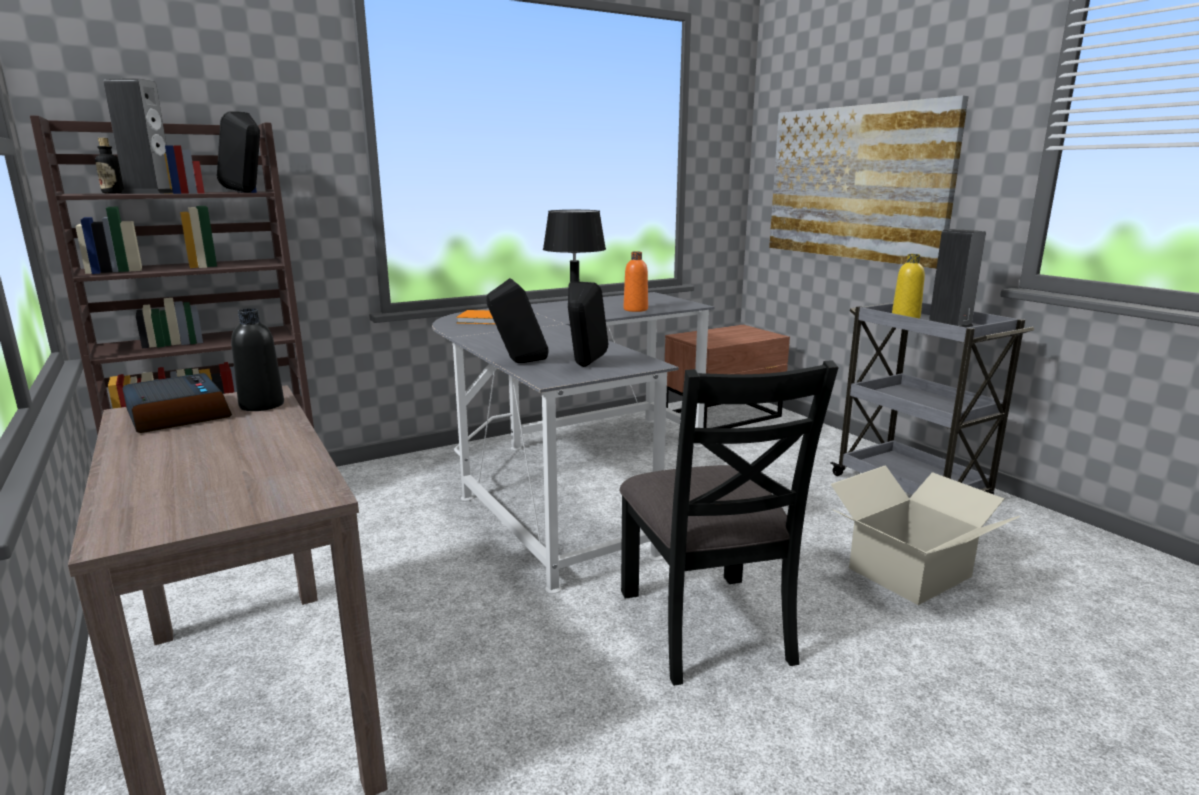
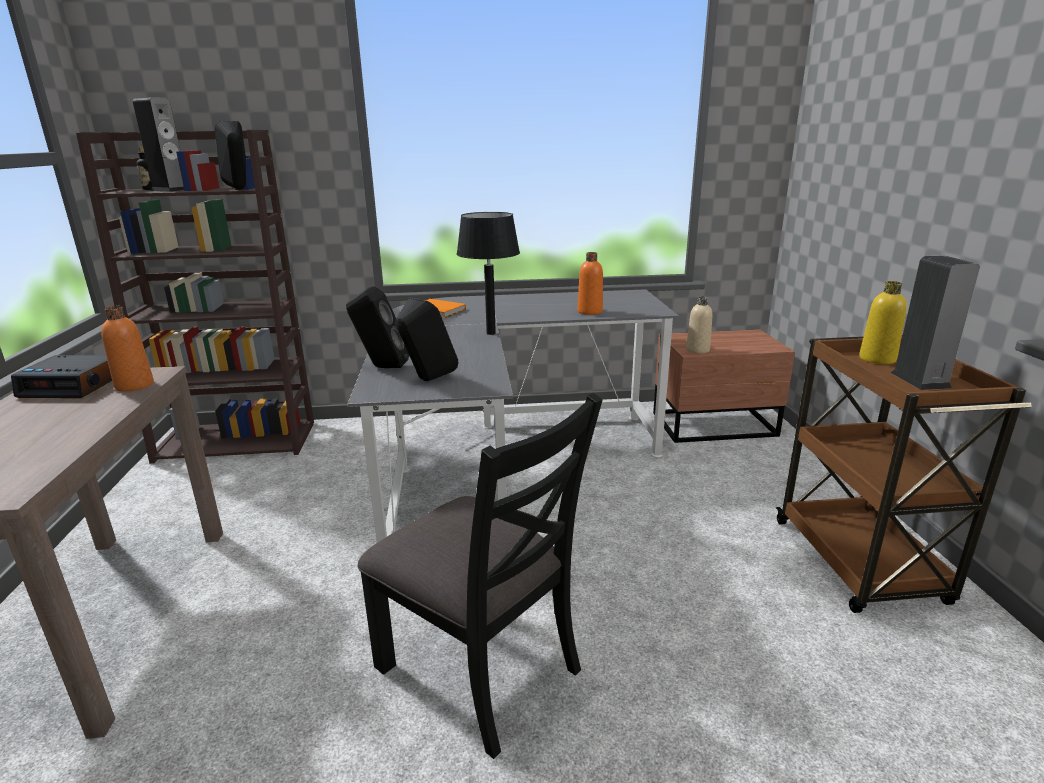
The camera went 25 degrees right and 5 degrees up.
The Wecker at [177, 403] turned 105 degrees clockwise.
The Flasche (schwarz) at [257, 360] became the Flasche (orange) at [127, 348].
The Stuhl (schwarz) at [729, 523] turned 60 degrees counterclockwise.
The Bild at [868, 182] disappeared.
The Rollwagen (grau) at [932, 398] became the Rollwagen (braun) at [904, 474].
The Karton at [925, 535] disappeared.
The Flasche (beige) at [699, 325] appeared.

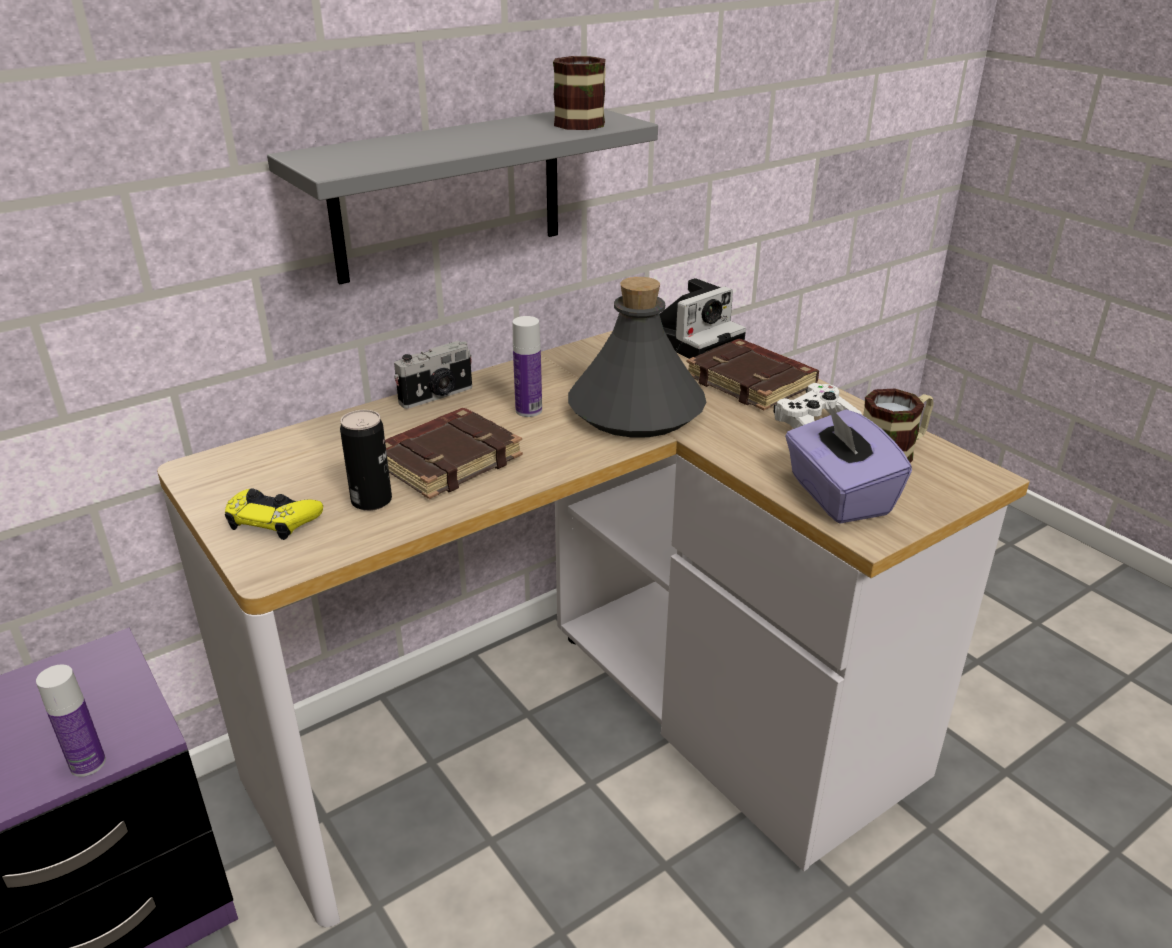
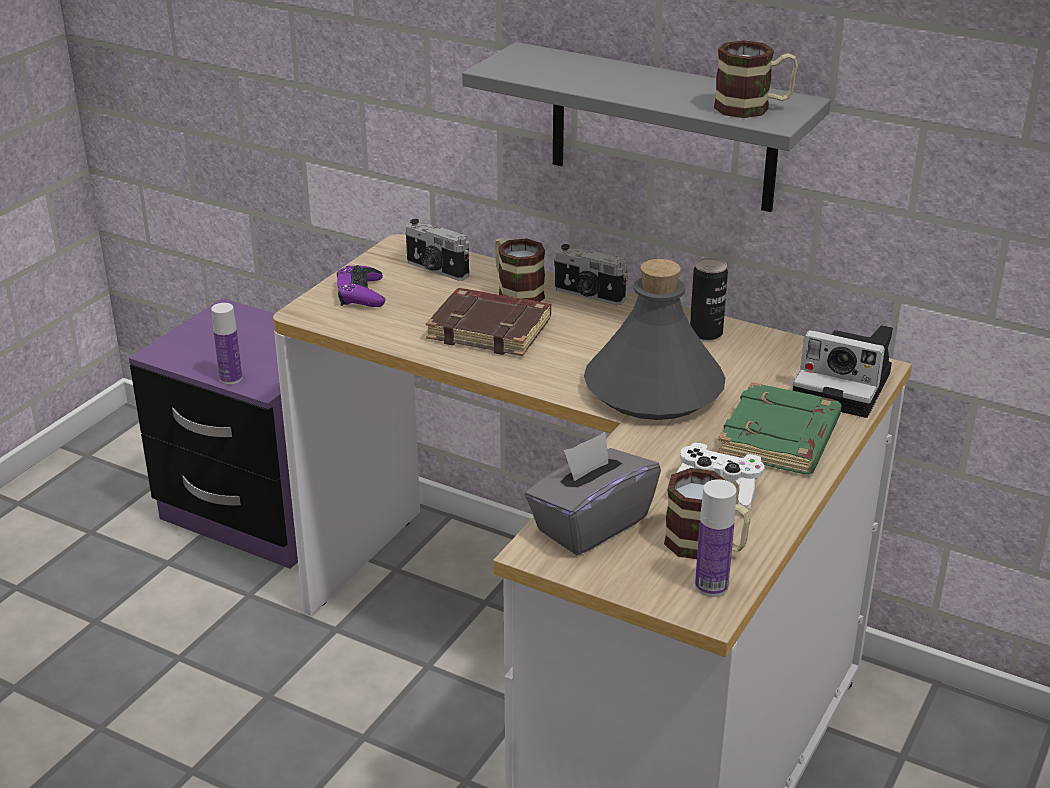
The camera went 65 degrees right and 0 degrees up.
The Gamepad (gelb) at [274, 514] became the Gamepad (lila) at [361, 286].
The Dose moved from [366, 460] to [709, 299].
The Flasche moved from [527, 366] to [716, 538].
The Buch (braun) at [752, 374] became the Buch (grün) at [780, 428].
The Taschentuchbox (lila) at [848, 464] became the Taschentuchbox (grau) at [592, 493].
The Kamera at [437, 250] appeared.
The Henkelbecher at [520, 270] appeared.

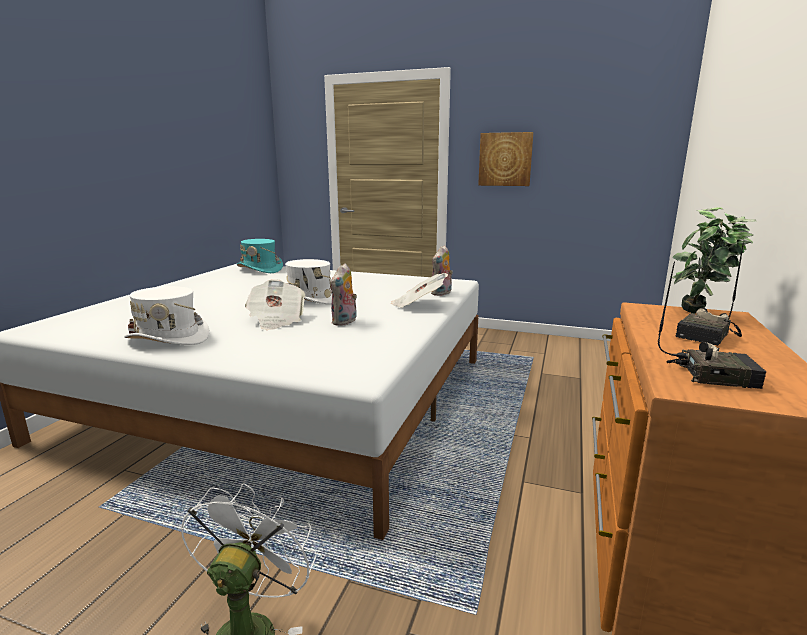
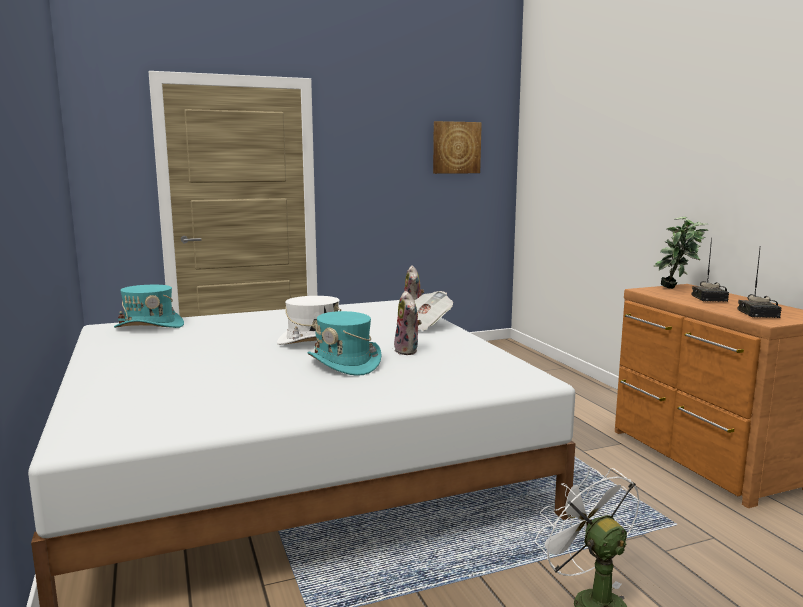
The camera went 40 degrees left and 5 degrees down.
The Hut (weiß) at [167, 315] disappeared.
The Zeitung at [275, 304] was replaced by the Hut (türkis) at [345, 343].
The Bild moved from [505, 159] to [457, 147].
The Radio at [712, 325] turned 120 degrees clockwise.

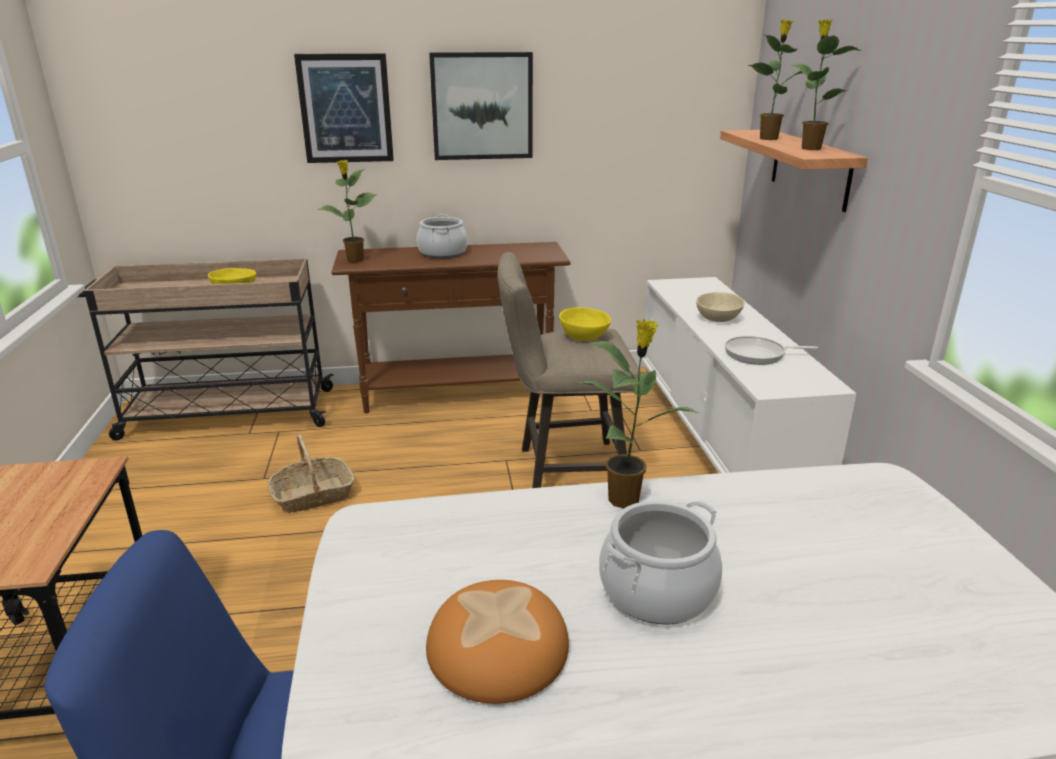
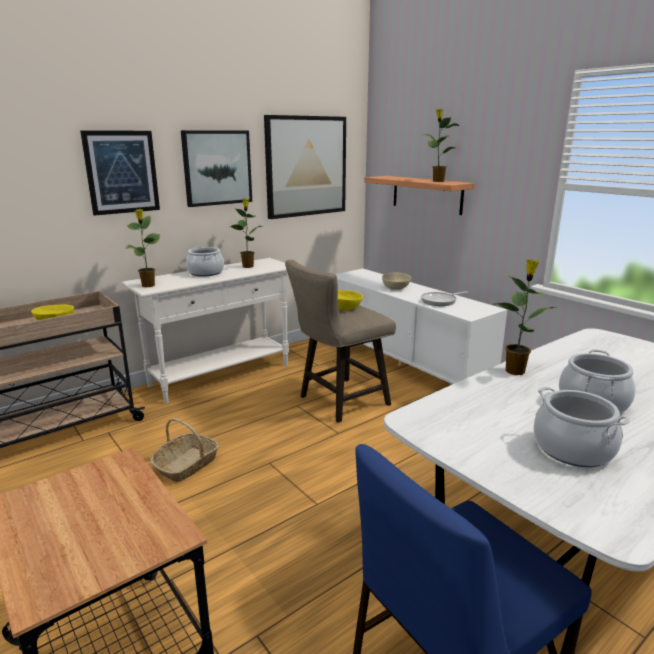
The camera went 30 degrees left and 5 degrees down.
The Konsolentisch (braun) at [451, 327] became the Konsolentisch (weiß) at [205, 330].
The Brot at [497, 642] was replaced by the Kochtopf at [581, 427].
The Topfpflanze moved from [775, 80] to [245, 233].
The Bild at [305, 167] appeared.

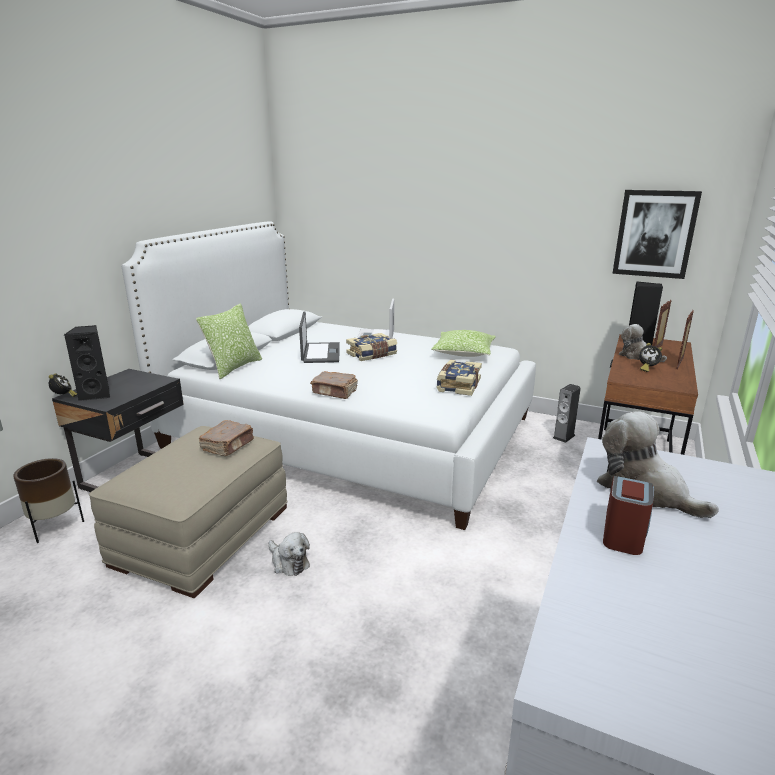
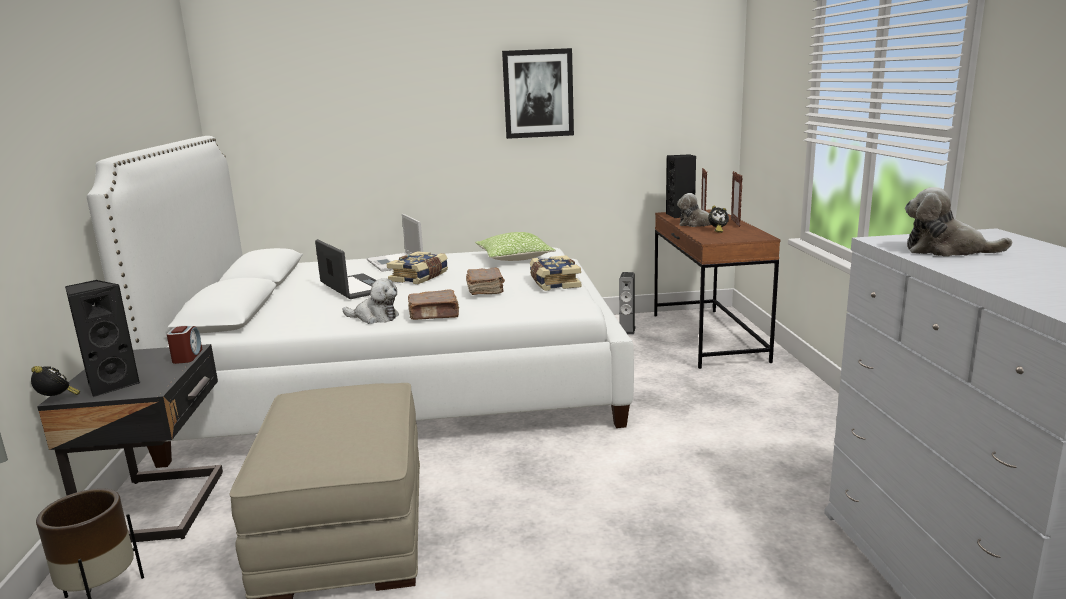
The camera went 30 degrees left and 5 degrees down.
The Kissen at [229, 341] disappeared.
The Buch (braun) moved from [226, 438] to [485, 281].
The Plüschtier moved from [289, 554] to [370, 301].
The Wecker moved from [628, 515] to [184, 345].
The Bild moved from [657, 234] to [538, 93].

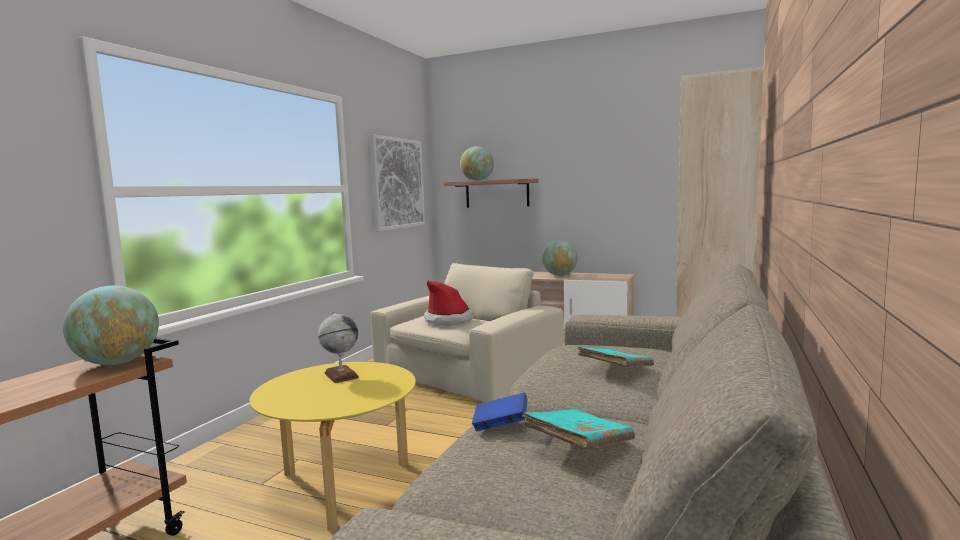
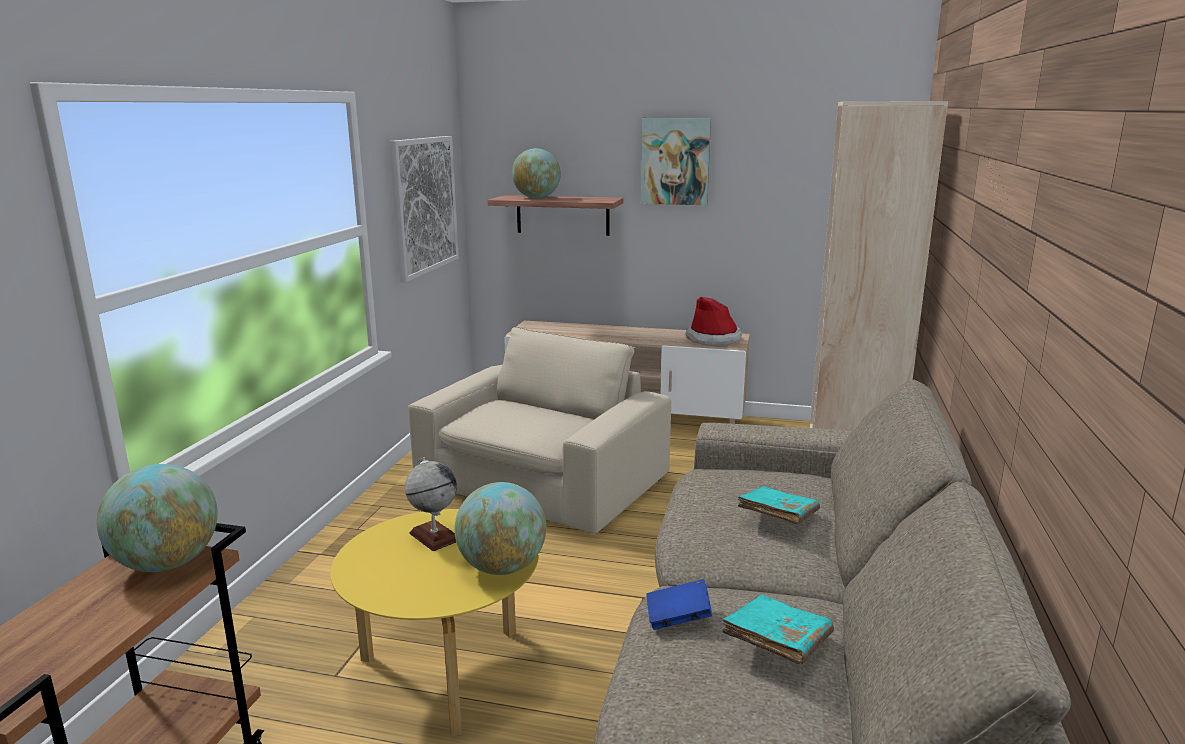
The camera went 10 degrees left and 10 degrees up.
The Hut moved from [448, 303] to [713, 322].
The Globus moved from [560, 258] to [500, 528].
The Bild at [676, 161] appeared.

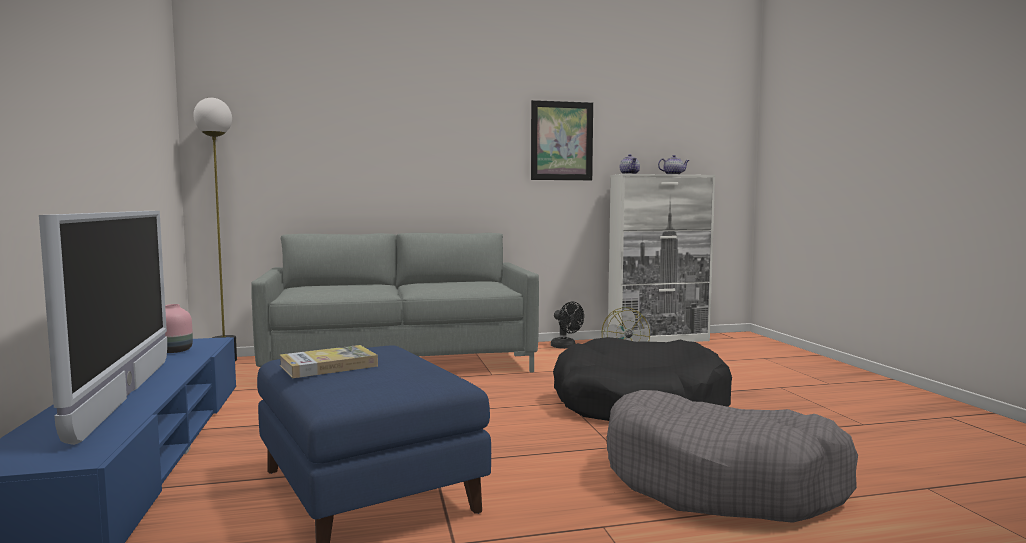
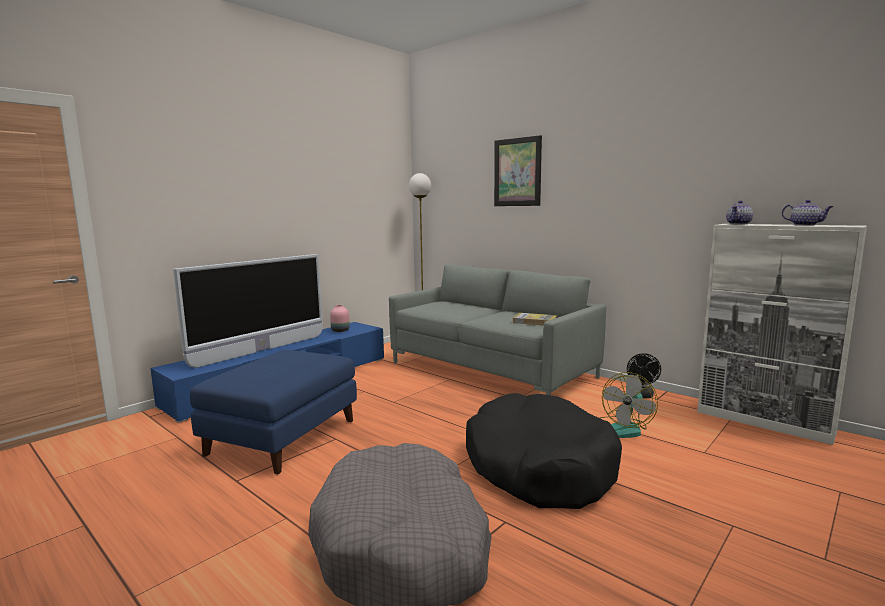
The camera went 55 degrees right and 5 degrees up.
The Buch moved from [329, 361] to [535, 319].
The Bild moved from [562, 140] to [518, 170].

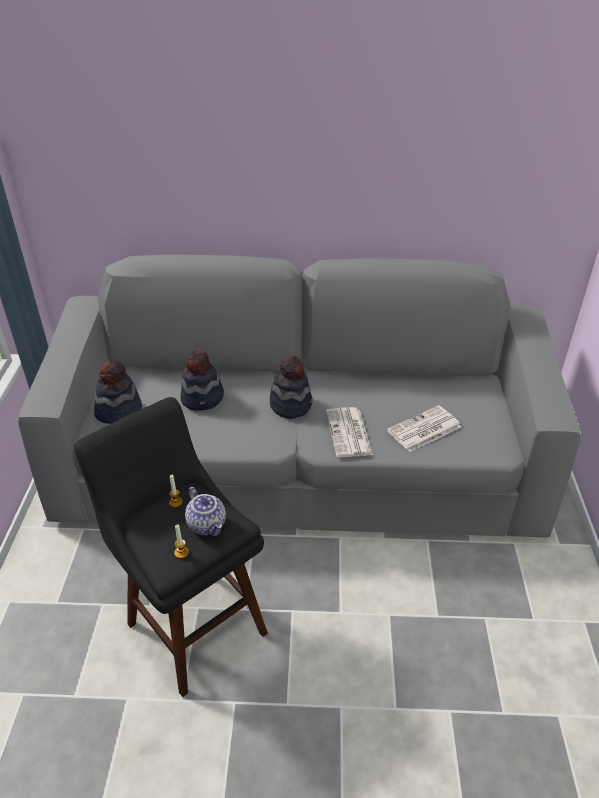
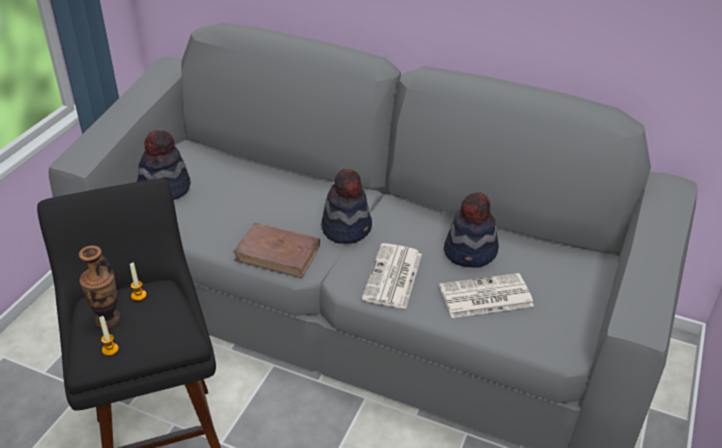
The camera went 20 degrees right and 0 degrees up.
The Hut moved from [202, 380] to [471, 230].
The Teekanne at [205, 511] disappeared.
The Vase at [100, 286] appeared.
The Buch (braun) at [276, 250] appeared.

